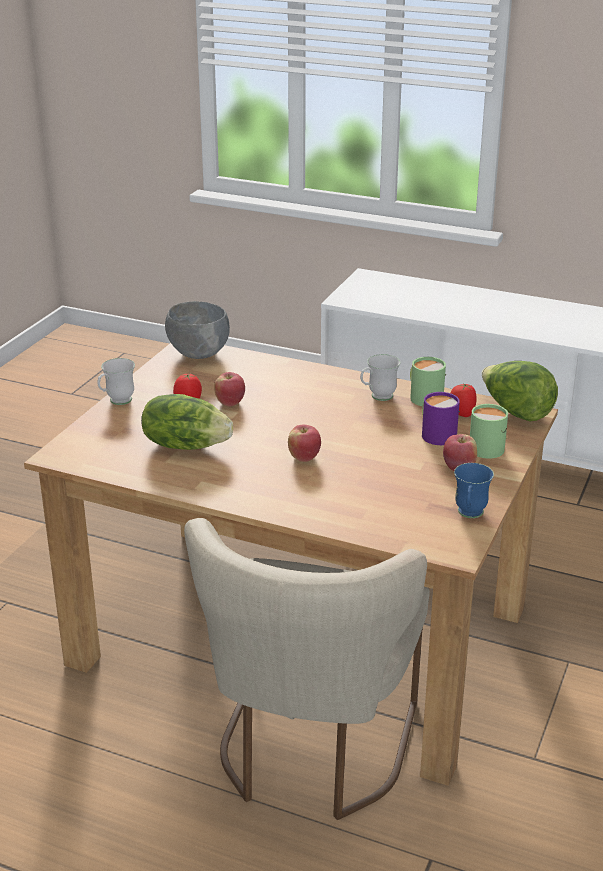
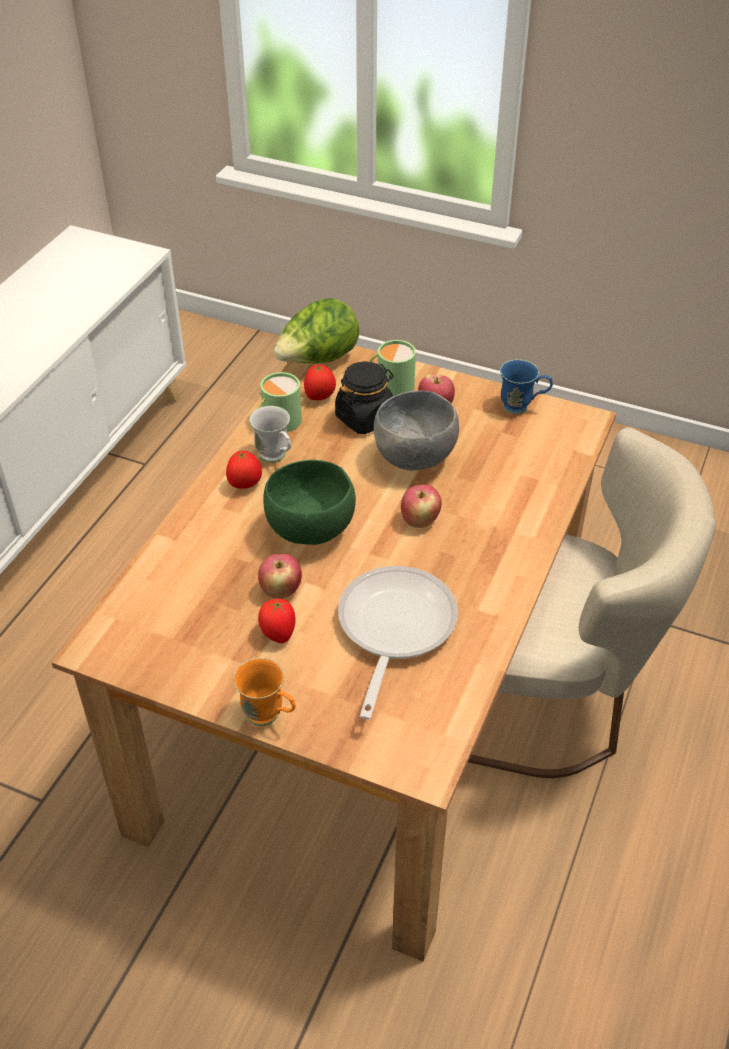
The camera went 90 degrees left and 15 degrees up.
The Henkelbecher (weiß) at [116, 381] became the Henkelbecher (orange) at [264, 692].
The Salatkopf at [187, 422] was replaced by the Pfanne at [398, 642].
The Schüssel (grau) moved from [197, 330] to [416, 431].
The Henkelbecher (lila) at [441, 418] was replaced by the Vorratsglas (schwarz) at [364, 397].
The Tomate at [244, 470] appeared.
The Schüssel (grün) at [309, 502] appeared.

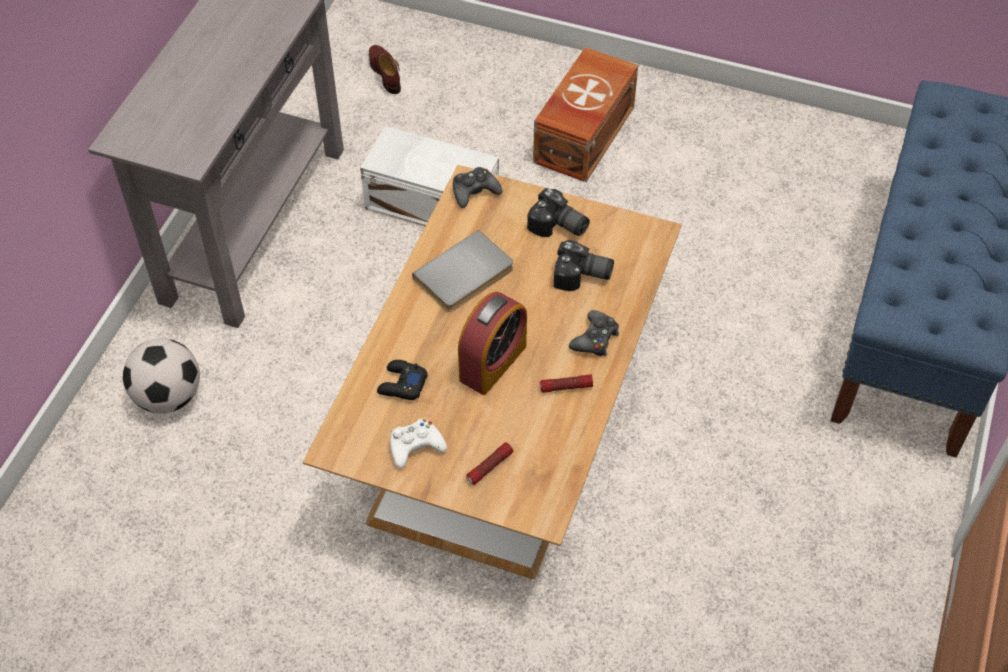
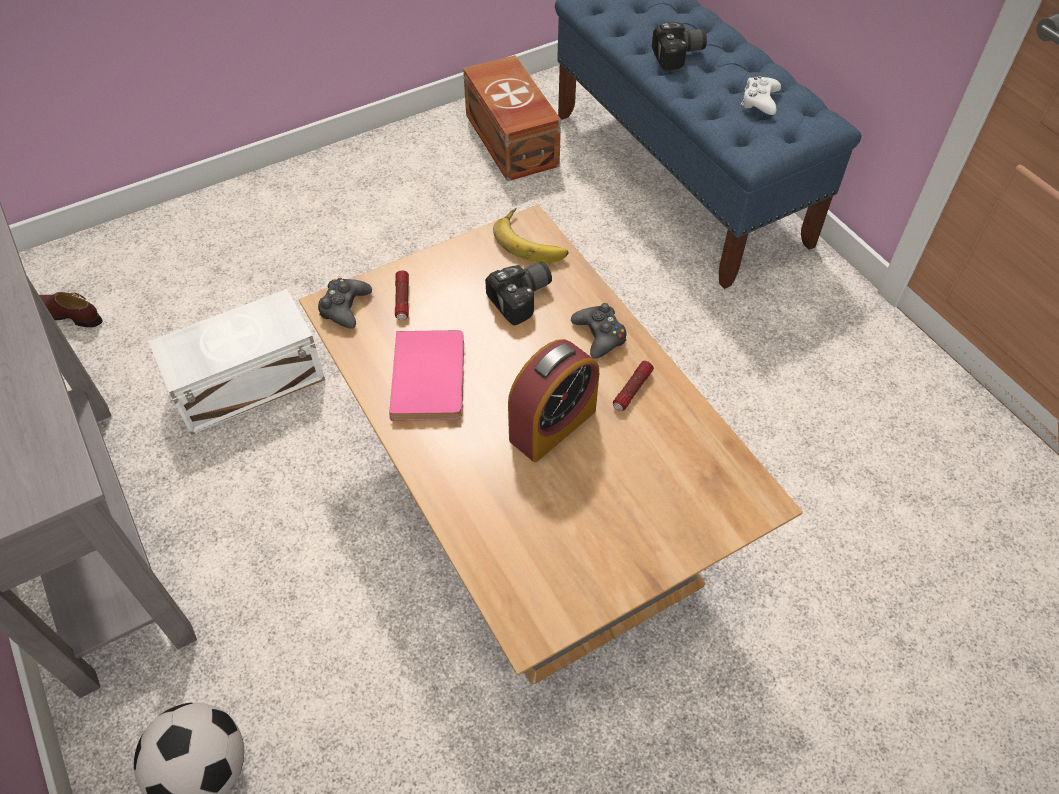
The camera went 50 degrees left and 0 degrees up.
The Gamepad (schwarz) at [402, 380] disappeared.
The Gamepad (weiß) moved from [418, 443] to [761, 95].
The Buch (grau) at [462, 271] became the Buch (rosa) at [426, 375].
The Wecker at [492, 343] turned 60 degrees clockwise.
The Taschenlampe moved from [489, 463] to [402, 295].
The Kamera moved from [558, 212] to [679, 46].
The Aufbewahrungsbox (braun) moved from [585, 114] to [512, 118].
The Banane at [530, 235] appeared.

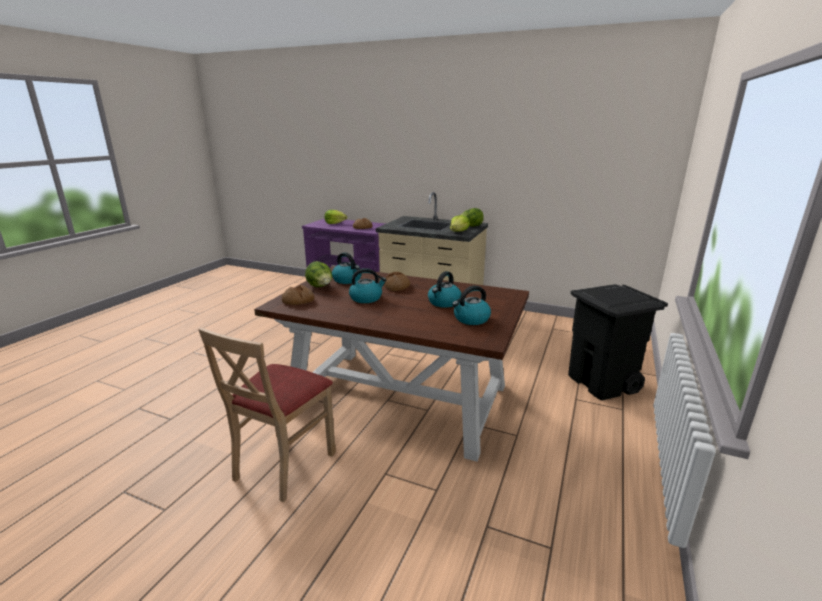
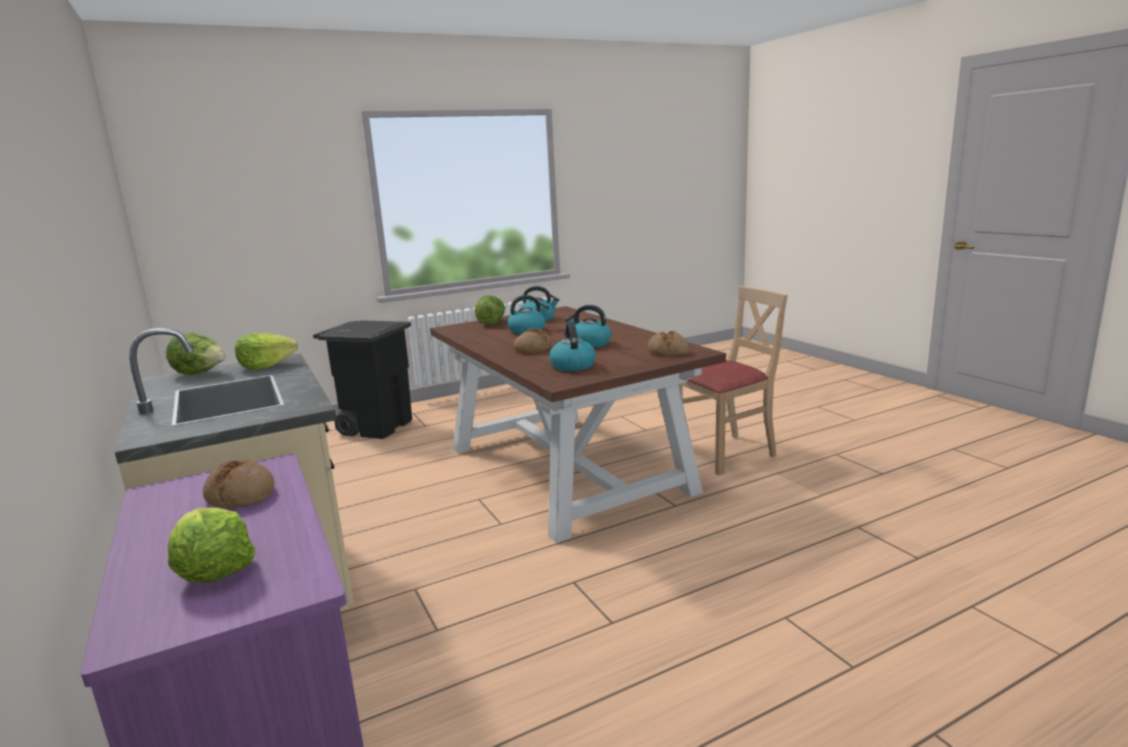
The camera went 140 degrees left and 5 degrees down.
The Salatkopf moved from [318, 274] to [489, 310].

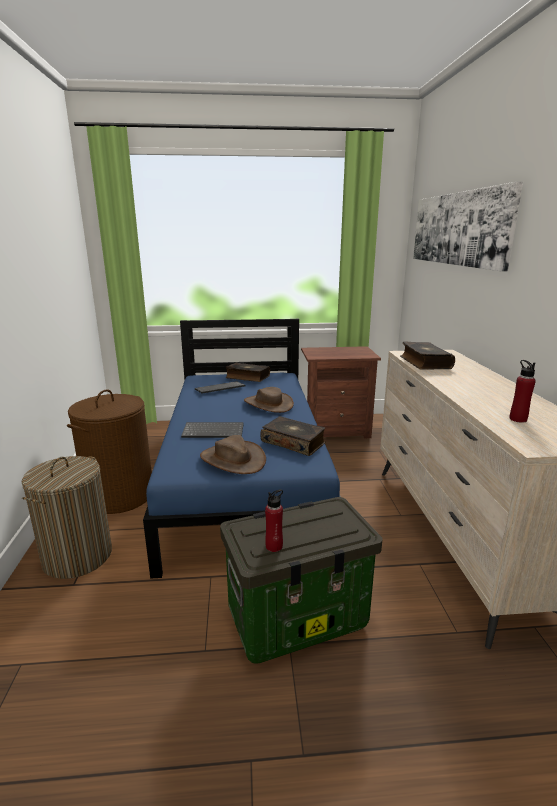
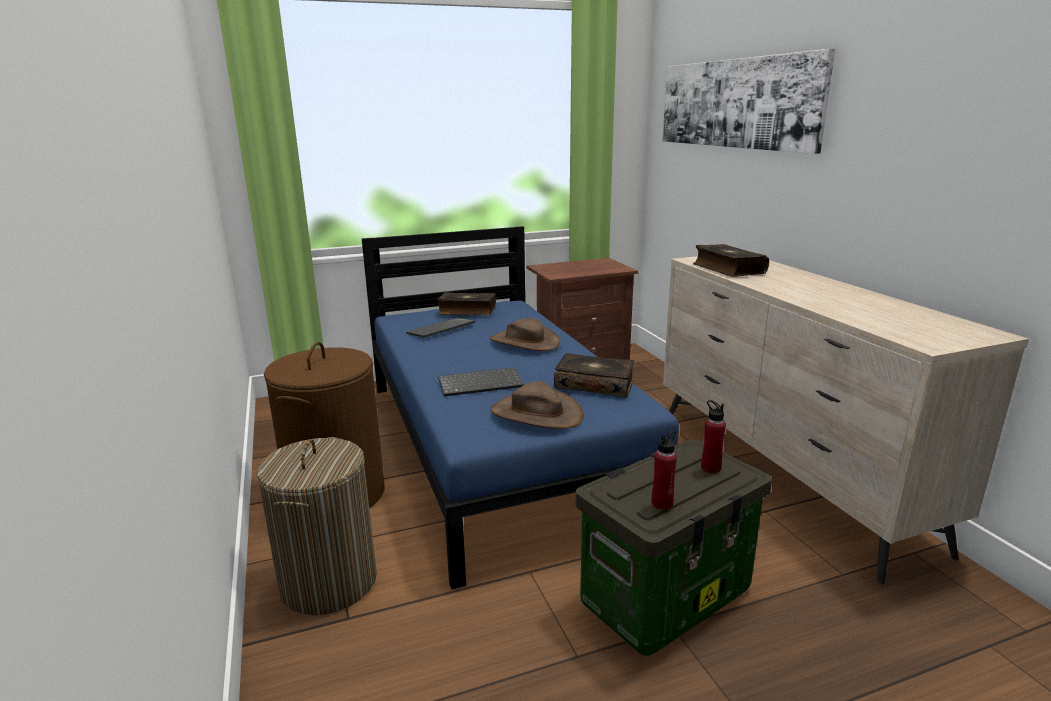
The camera went 15 degrees left and 0 degrees up.
The Flasche (rot) moved from [522, 391] to [713, 436].

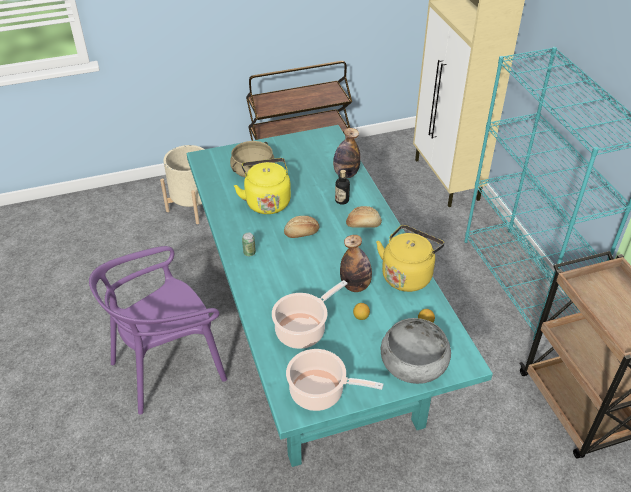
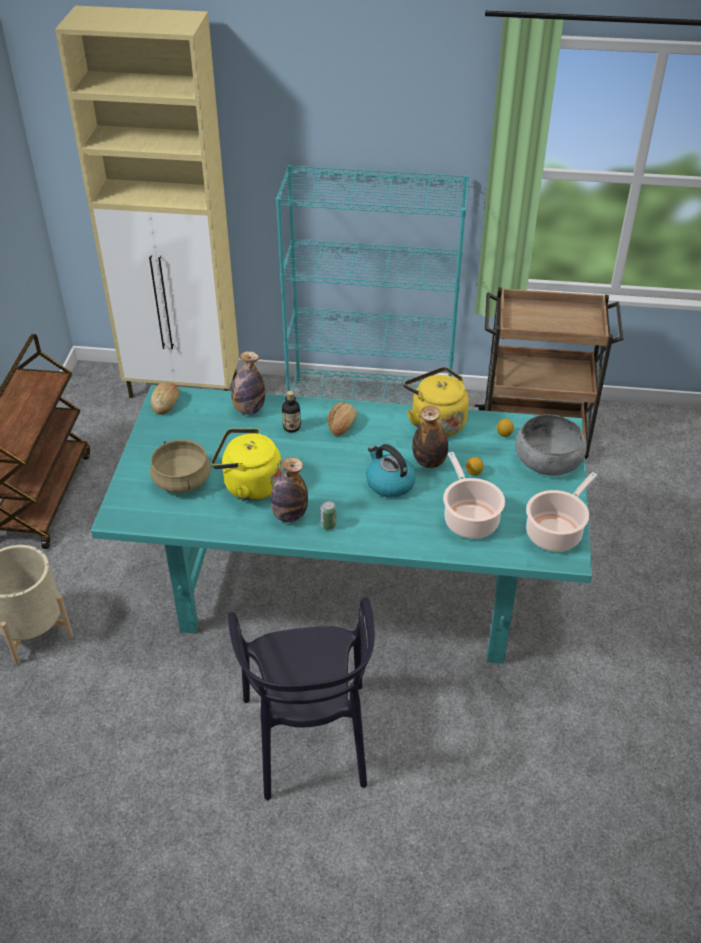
The camera went 65 degrees left and 0 degrees up.
The Stuhl (lila) at [158, 330] became the Stuhl (schwarz) at [301, 698].
The Brot moved from [302, 227] to [165, 398].
The Flasche at [289, 490] appeared.
The Wasserkessel at [391, 470] appeared.

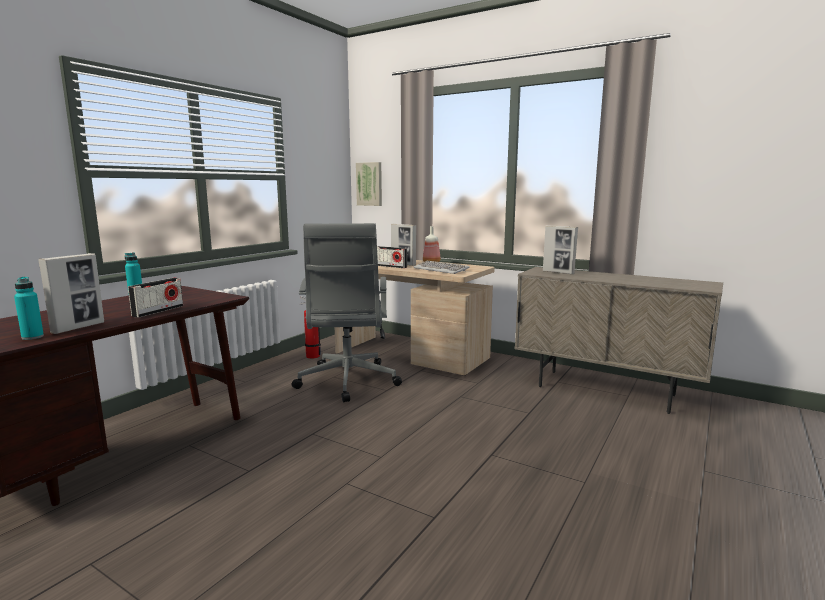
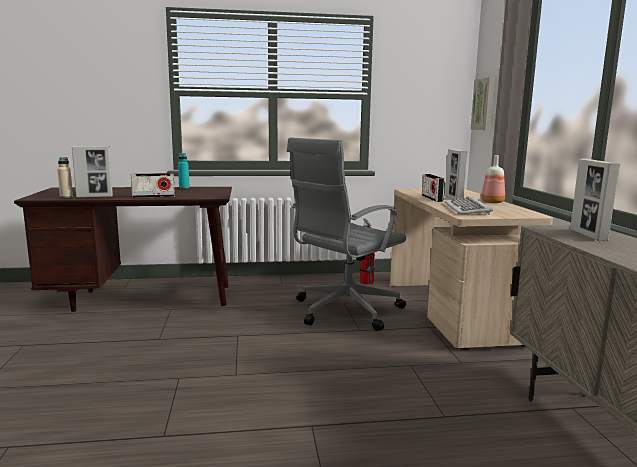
The camera went 50 degrees right and 0 degrees up.
The Flasche (türkis) at [29, 308] became the Flasche (beige) at [65, 177].

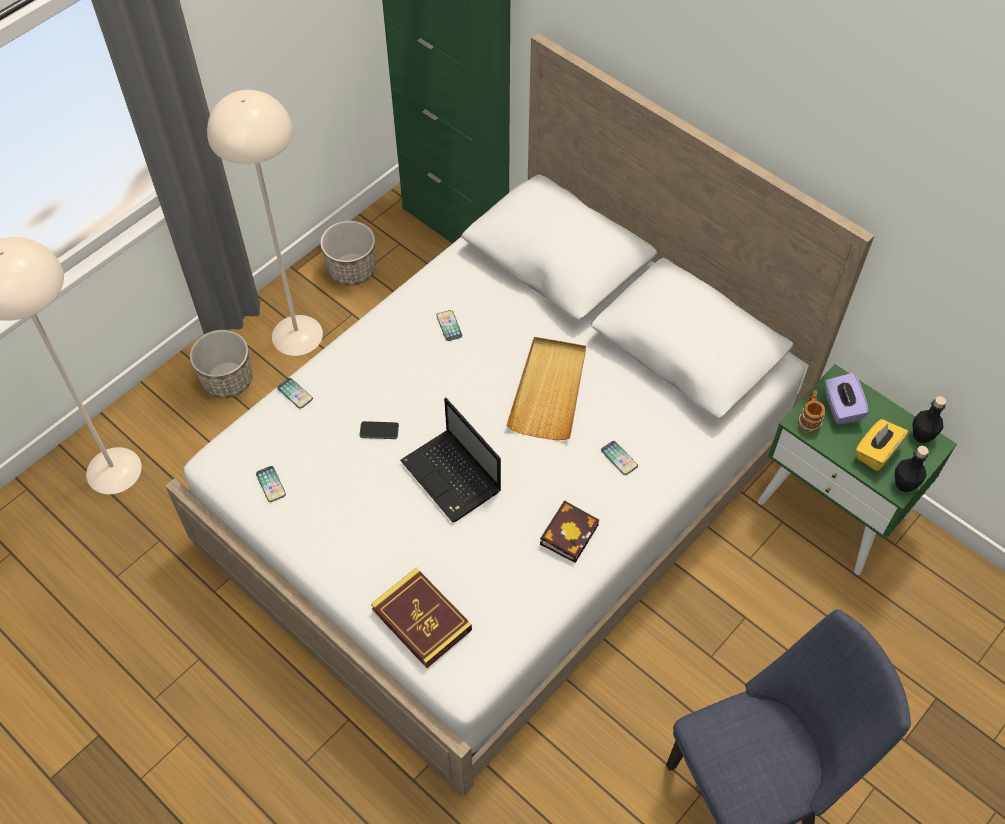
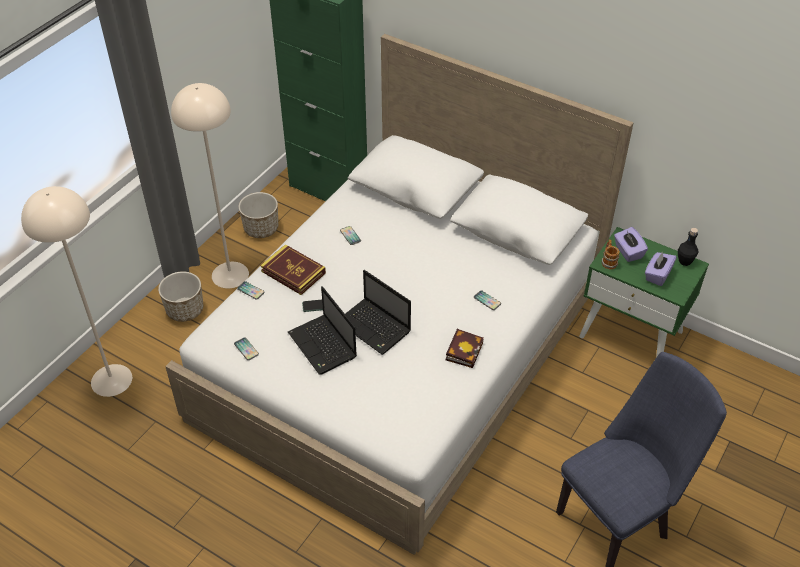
The camera went 10 degrees left and 10 degrees down.
The Buch moved from [421, 618] to [293, 269].
The Tablett (beige) at [546, 388] disappeared.
The Taschentuchbox (gelb) at [882, 445] became the Taschentuchbox (lila) at [661, 268].
The Flasche (schwarz) at [911, 469] disappeared.
The Laptop at [322, 330] appeared.

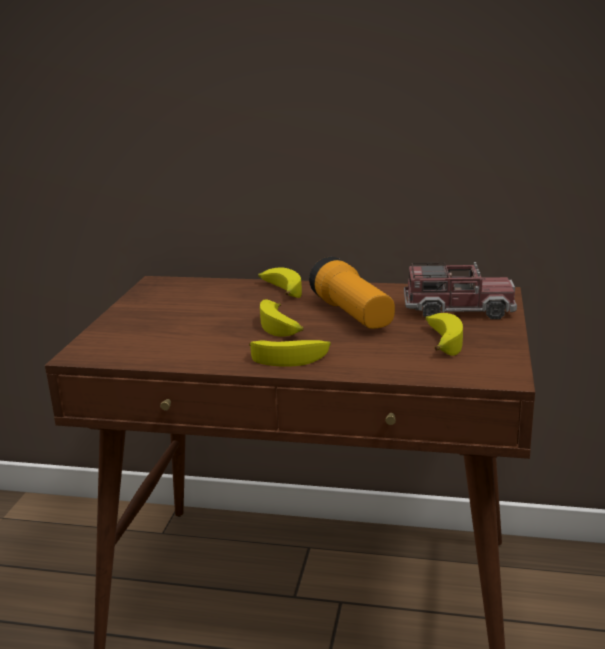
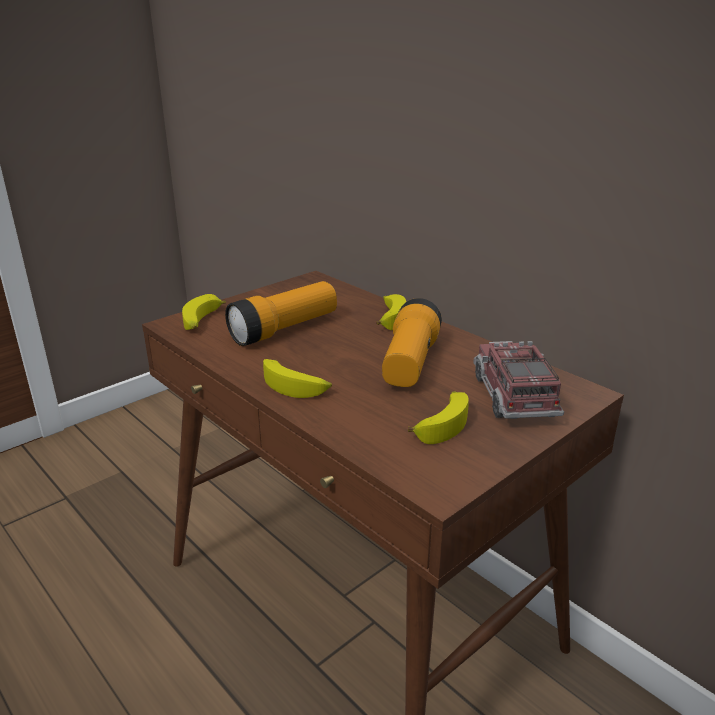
The camera went 35 degrees right and 5 degrees up.
The Banane moved from [281, 318] to [204, 312].
The Spielzeuglaster at [460, 290] turned 135 degrees counterclockwise.
The Taschenlampe at [281, 313] appeared.

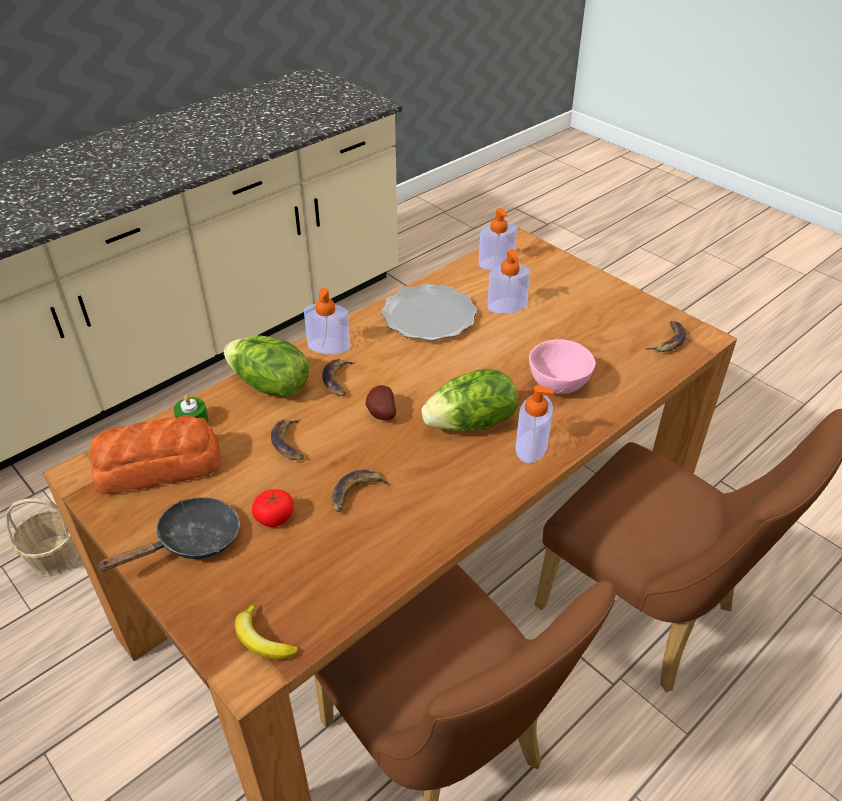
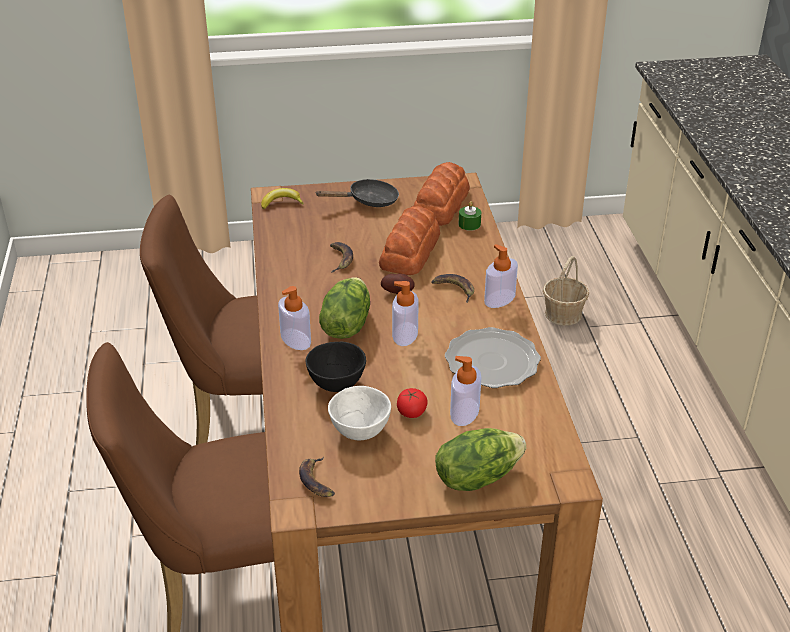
The camera went 125 degrees right and 5 degrees down.
The Pfanne (schwarz) at [168, 534] turned 105 degrees counterclockwise.
The Salatkopf moved from [267, 366] to [480, 459].
The Tomate moved from [273, 508] to [412, 403].
The Banane at [287, 439] was replaced by the Brot at [409, 240].
The Seifenspender moved from [498, 239] to [405, 313].
The Schüssel (rosa) at [562, 366] became the Schüssel (schwarz) at [335, 367].
The Schüssel (weiß) at [359, 413] appeared.

